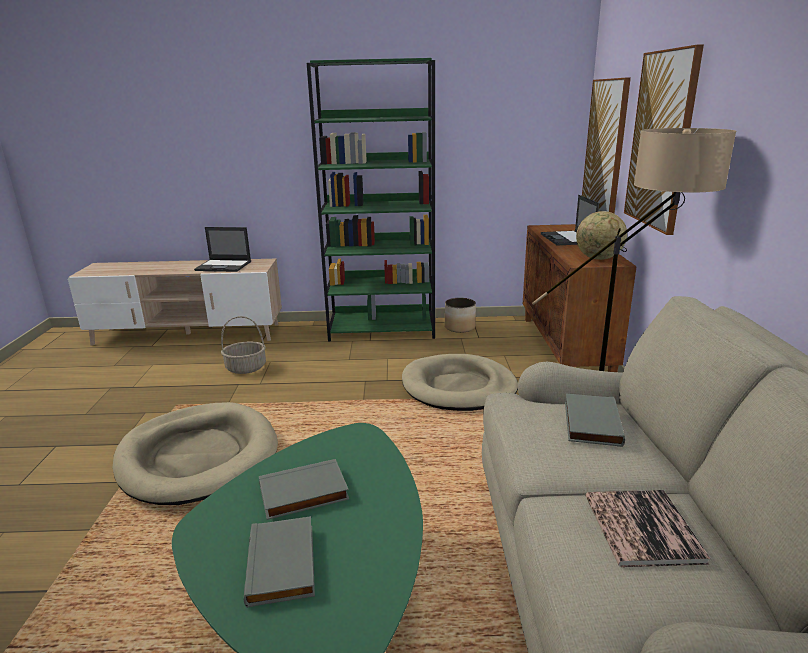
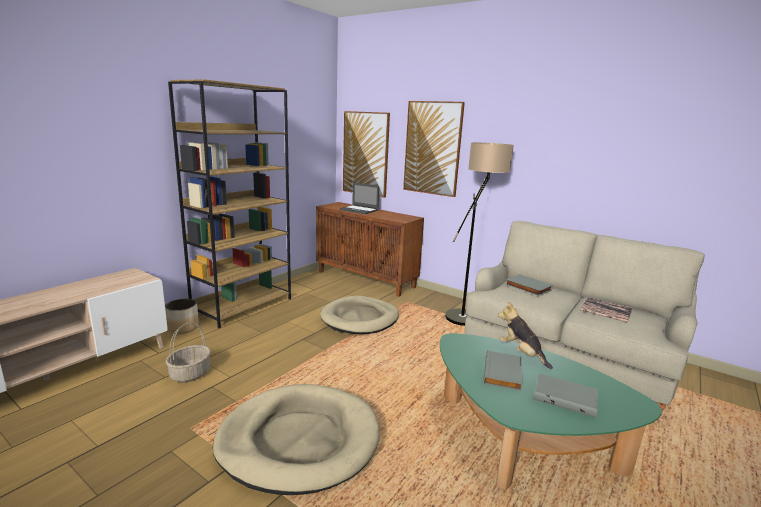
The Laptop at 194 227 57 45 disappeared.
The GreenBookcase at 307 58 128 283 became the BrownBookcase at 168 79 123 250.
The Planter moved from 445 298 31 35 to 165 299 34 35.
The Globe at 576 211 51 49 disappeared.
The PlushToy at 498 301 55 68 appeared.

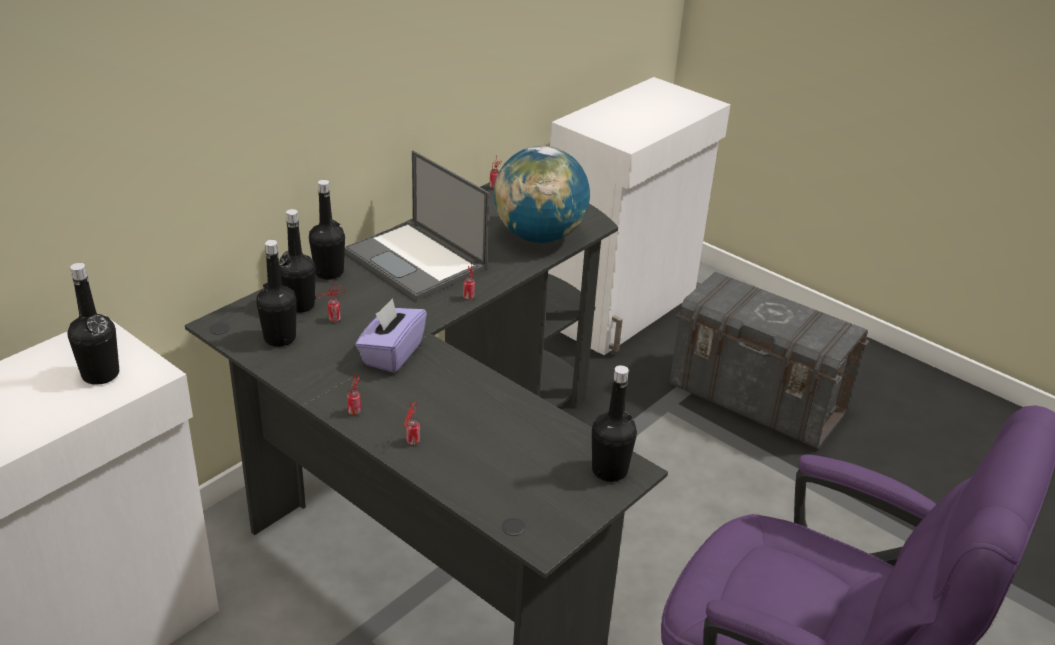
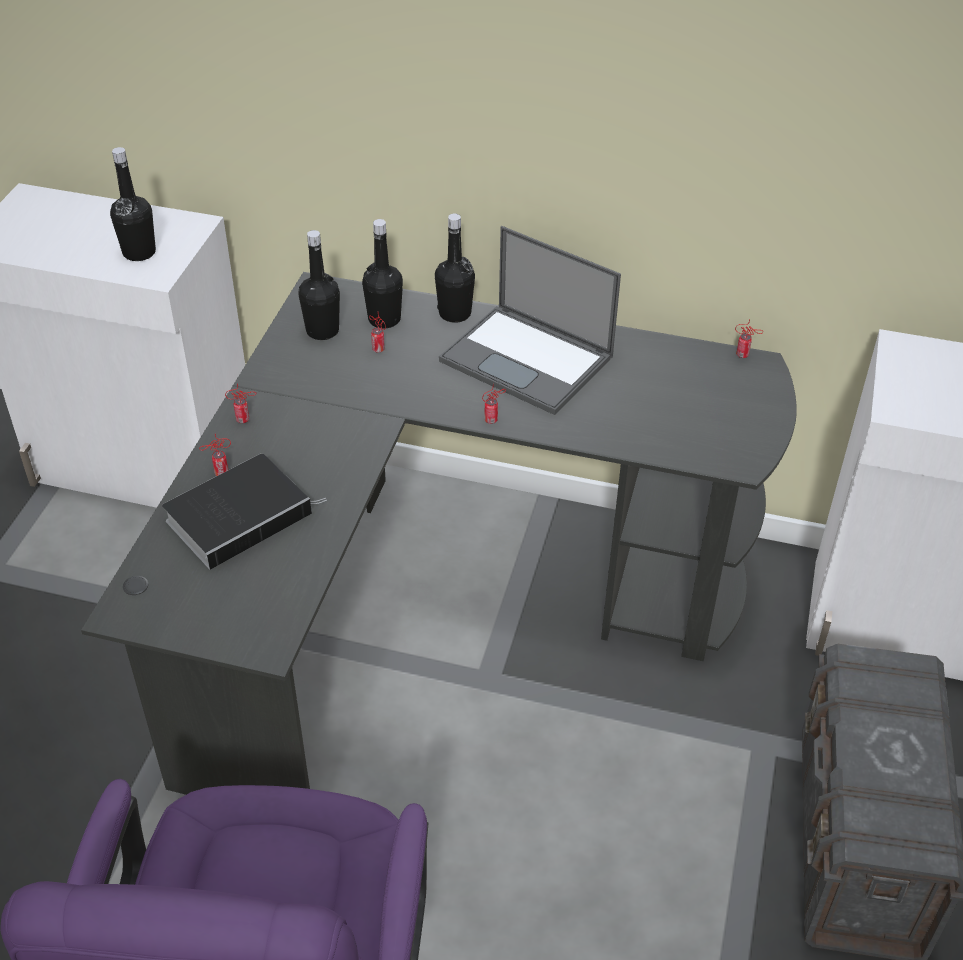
The Laptop at 345 150 144 151 turned 75 degrees counterclockwise.
The PurpleTissueBox at 356 298 71 75 disappeared.
The Globe at 494 146 96 97 disappeared.
The BlackBottle at 592 365 45 117 disappeared.
The Book at 162 454 165 116 appeared.

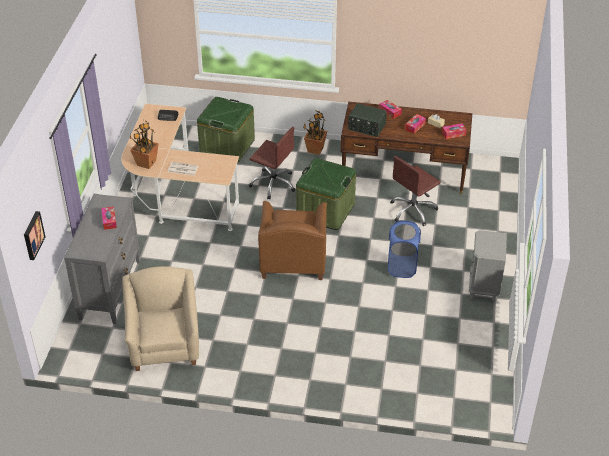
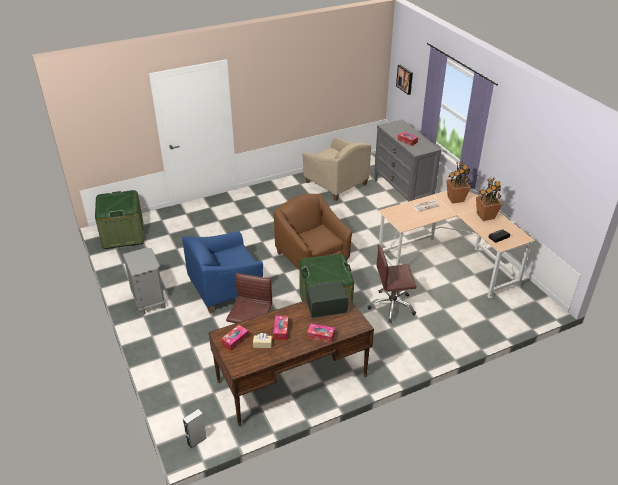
The GreenStorageBox moved from 197 97 58 66 to 95 190 49 59.
The PottedPlant moved from 303 111 24 44 to 476 177 26 44.
The BlueLaundryBasket at 388 220 33 58 was replaced by the BlueArmchair at 182 231 81 82.
The GreySpeaker at 183 409 24 40 appeared.

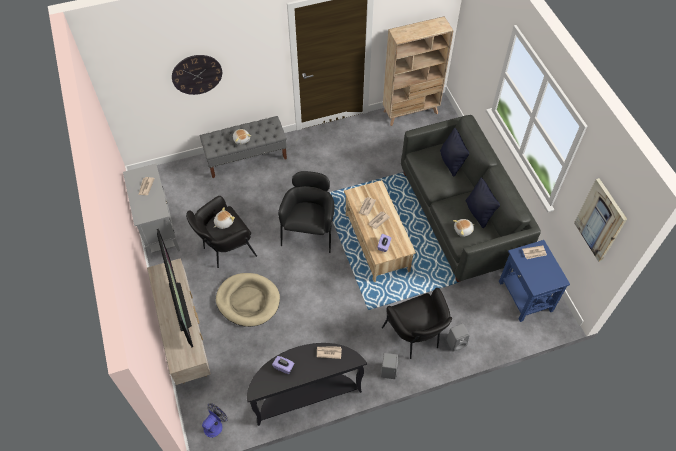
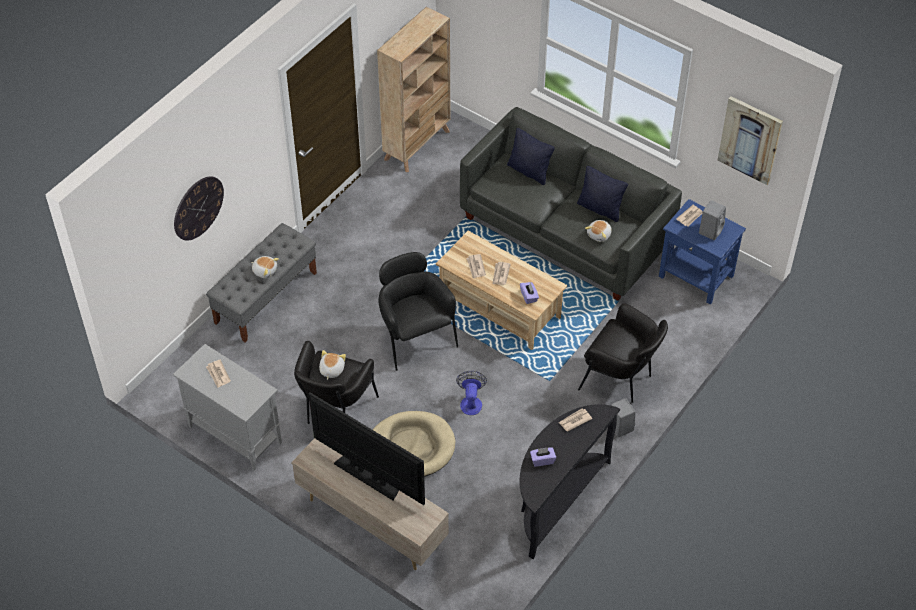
The Fan moved from 202 403 26 35 to 456 371 31 44.
The GreySpeaker moved from 446 324 24 28 to 699 200 27 40.

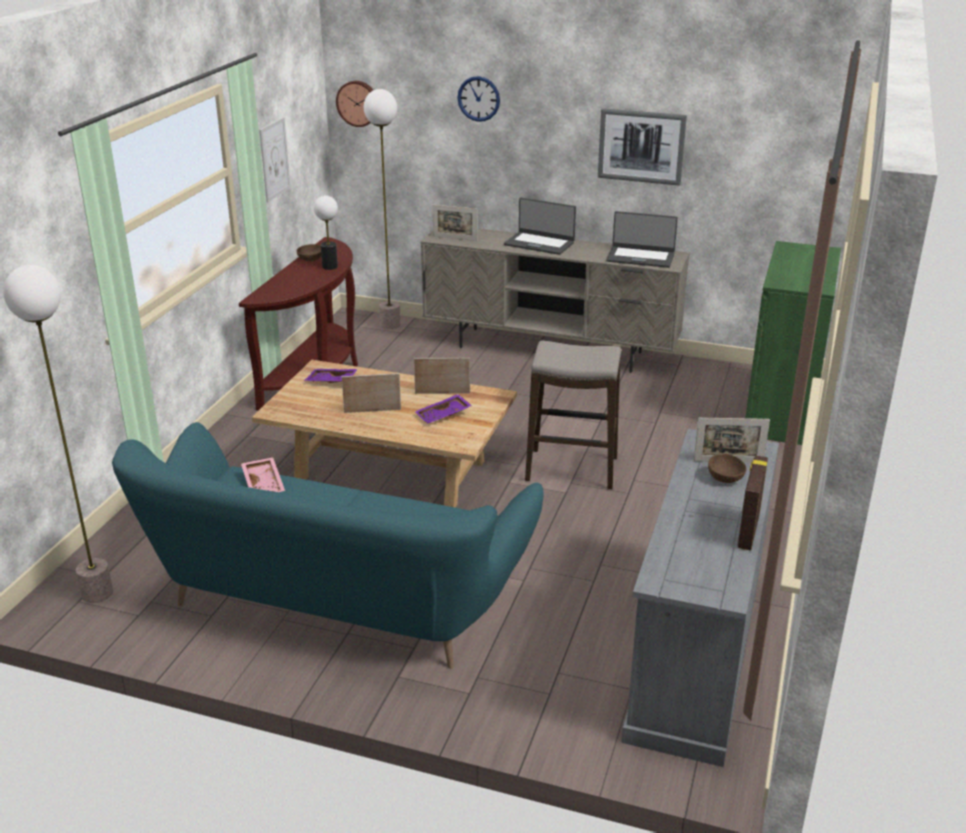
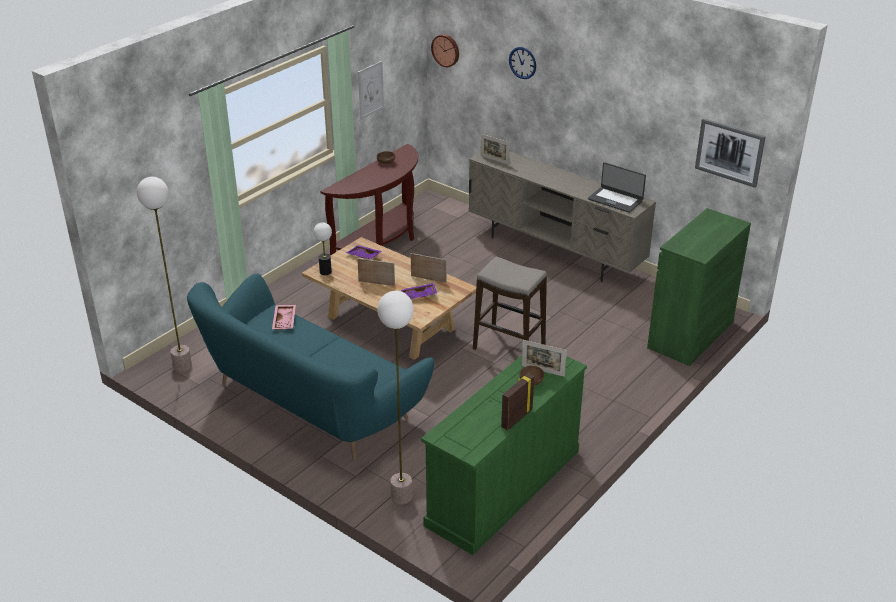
The TableLamp moved from 314 195 24 75 to 313 222 19 53.
The FloorLamp moved from 364 89 36 240 to 377 291 37 213.
The Laptop at 504 198 72 57 disappeared.
The Picture moved from 598 108 89 78 to 695 118 71 70.
The GreyDresser at 621 429 158 338 became the GreenDresser at 421 355 166 200.

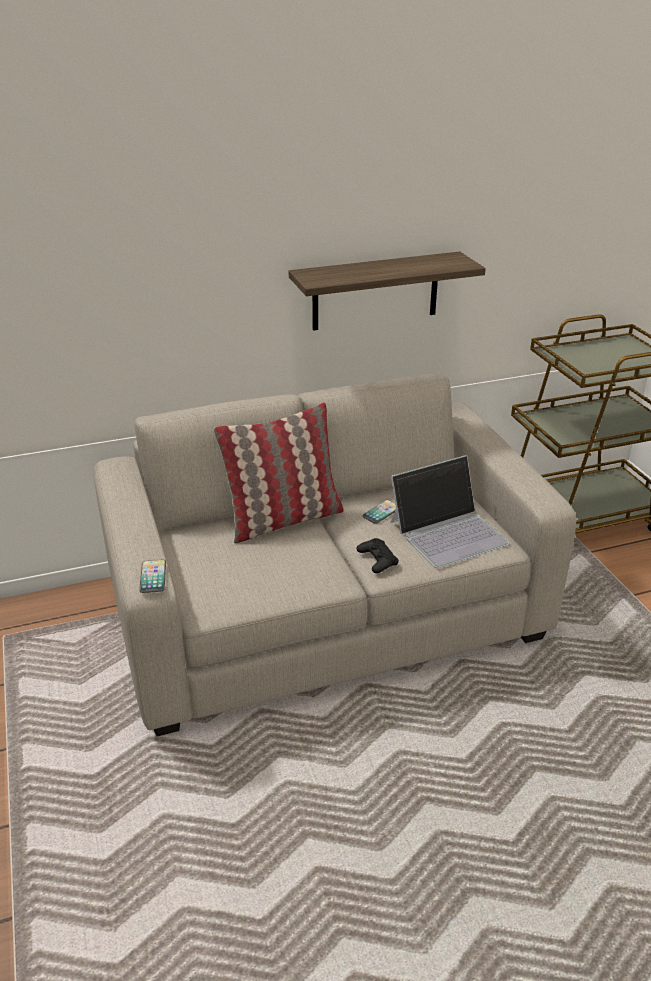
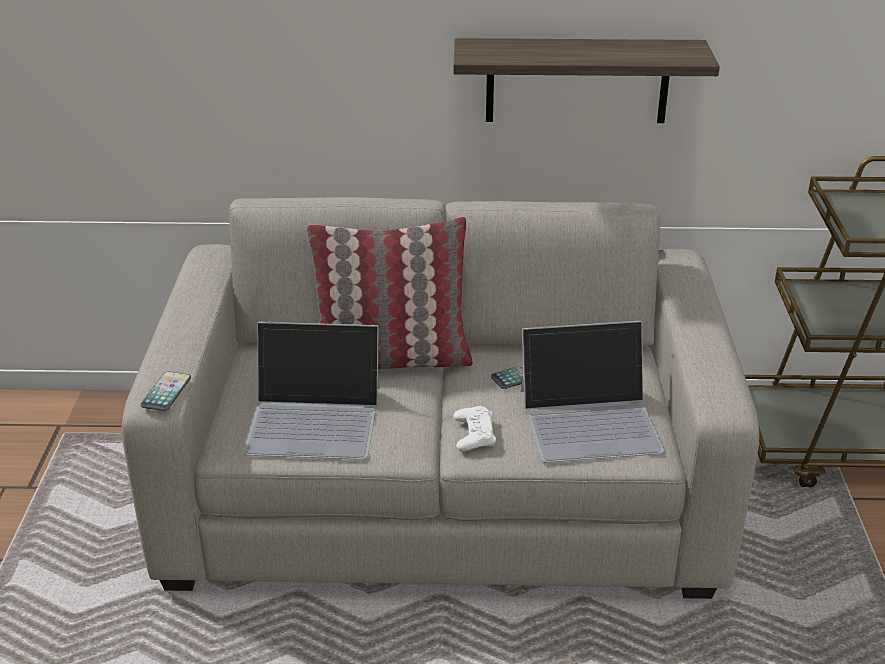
The BlackGameController at 357 538 42 35 became the WhiteGameController at 453 406 43 45.
The Laptop at 243 322 137 138 appeared.

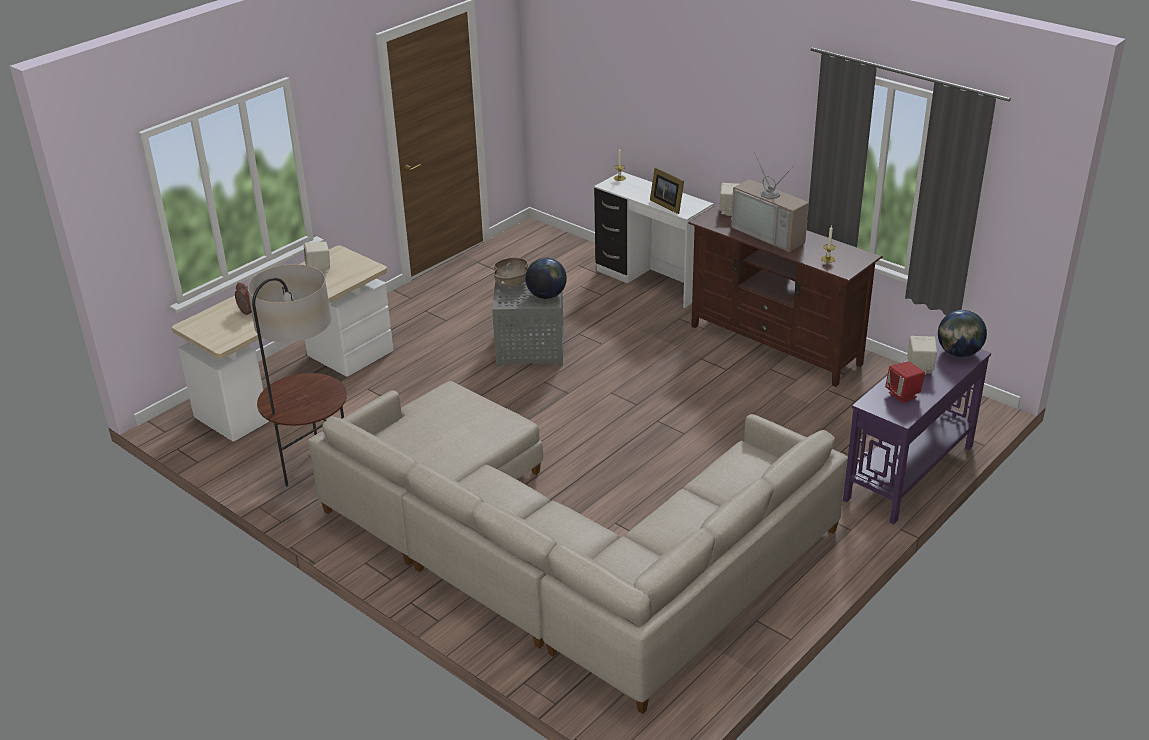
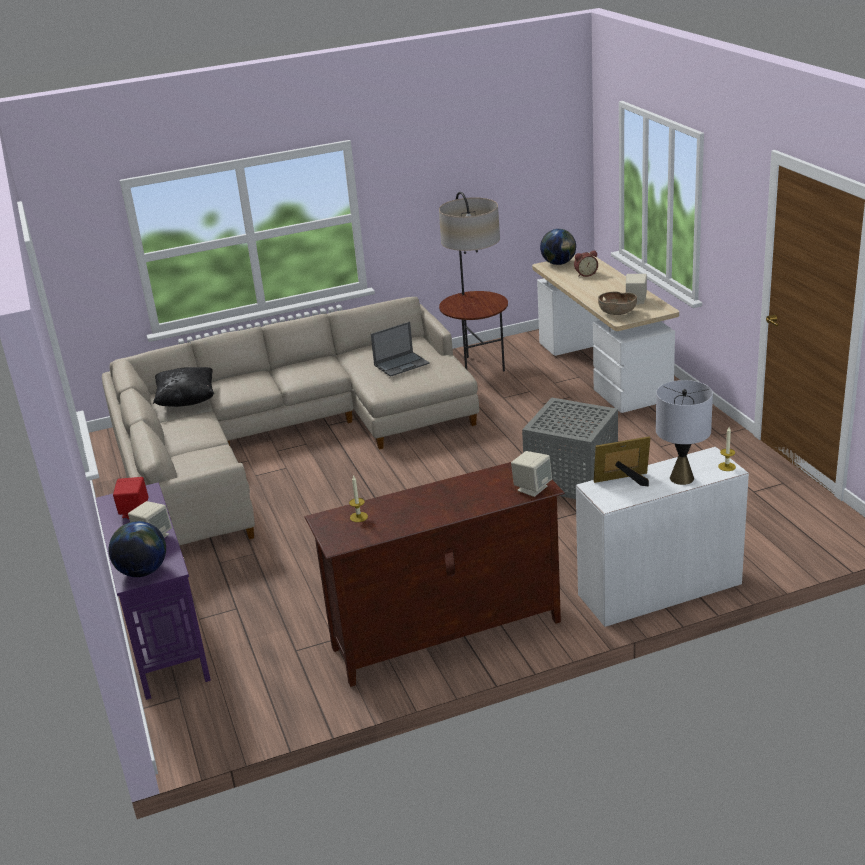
The BrownBowl moved from 494 257 34 30 to 598 292 39 23.
The Globe moved from 525 258 42 41 to 540 229 36 36.
The Television at 731 152 78 100 disappeared.
The BlackPillow at 153 367 61 40 appeared.
The Laptop at 371 322 58 55 appeared.
The GreyTableLamp at 656 380 57 105 appeared.

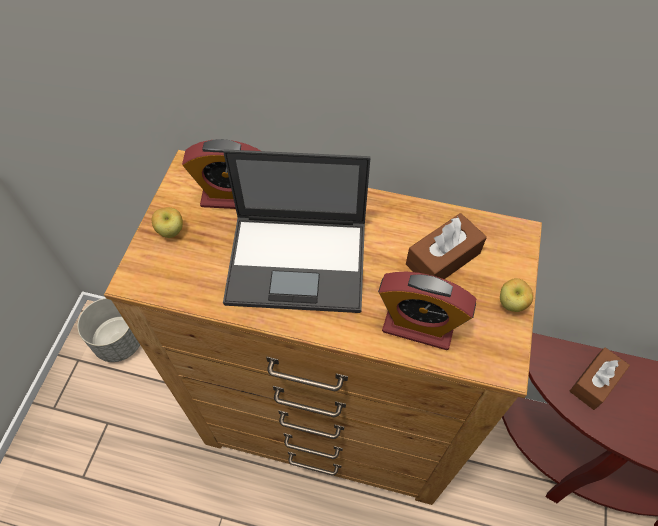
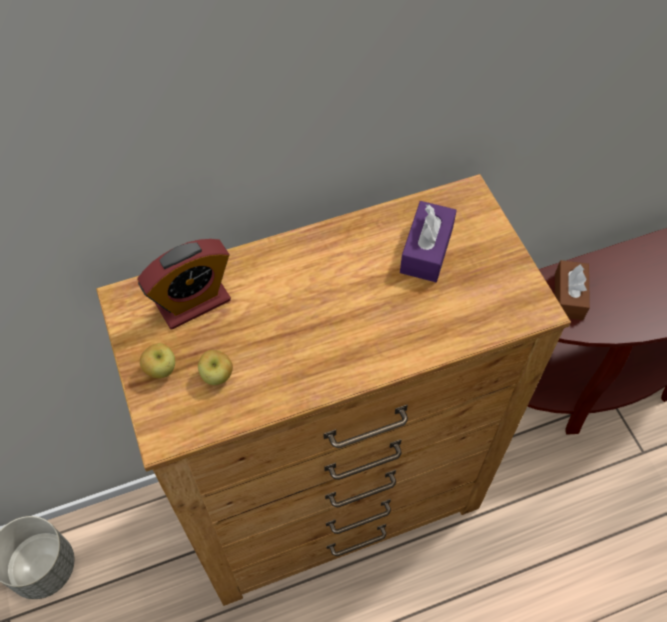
The Laptop at 223 149 148 164 disappeared.
The AlarmClock at 378 272 98 78 disappeared.
The BrownTissueBox at 406 213 81 66 became the PurpleTissueBox at 400 201 57 81.
The Apple moved from 500 278 33 34 to 198 350 35 35.

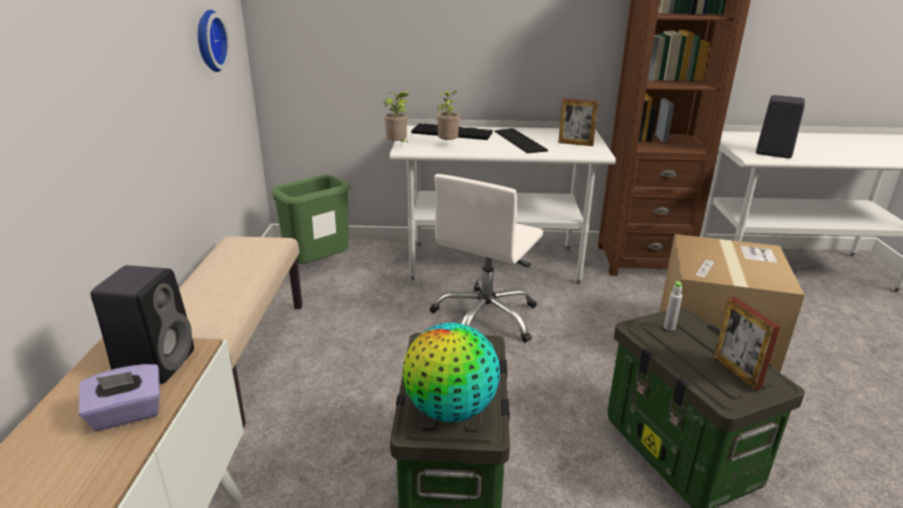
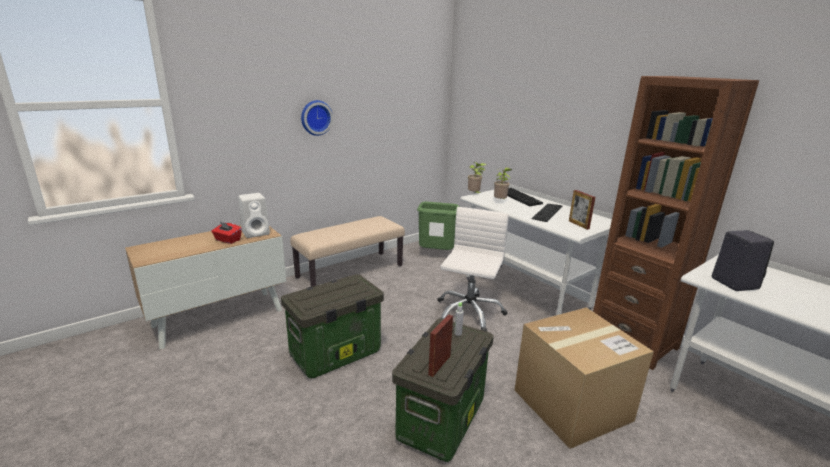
The PurpleTissueBox at 79 364 81 67 became the RedTissueBox at 212 221 30 23.
The BlackSpeaker at 90 265 104 119 became the WhiteSpeaker at 238 193 32 45.
The WallClock moved from 198 10 32 62 to 301 100 32 36.
The Globe at 403 323 97 99 disappeared.
The WhiteOfficeChair at 430 174 113 169 turned 120 degrees clockwise.

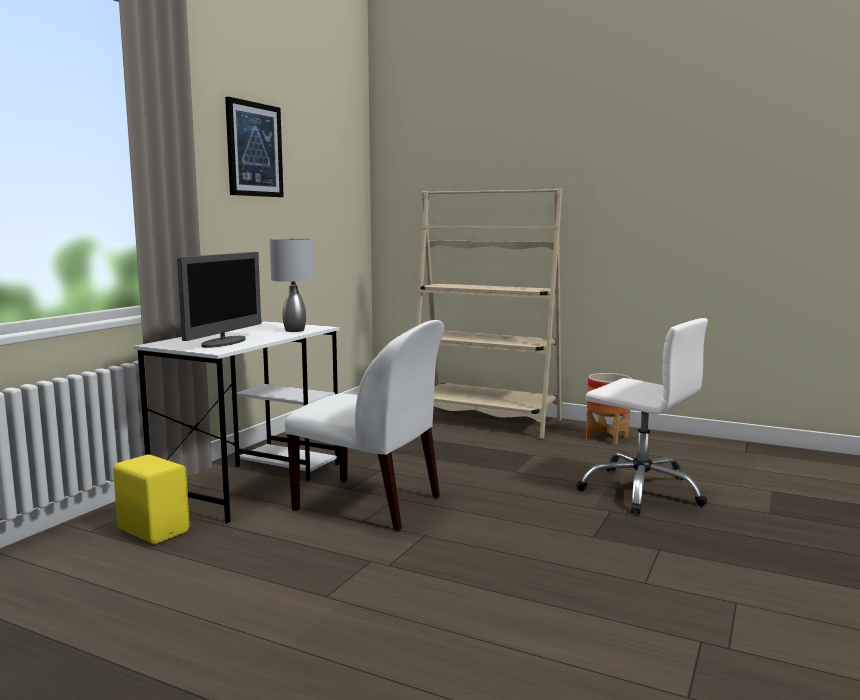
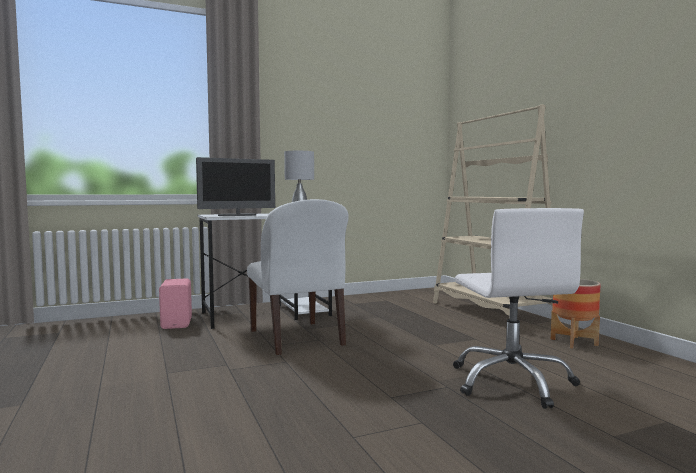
The YellowSpeaker at 113 454 77 90 became the PinkSpeaker at 159 278 33 51.
The Picture at 225 97 59 100 disappeared.

